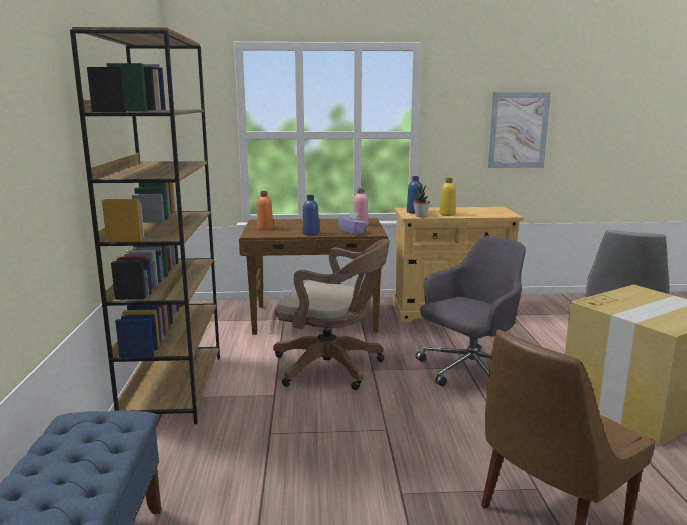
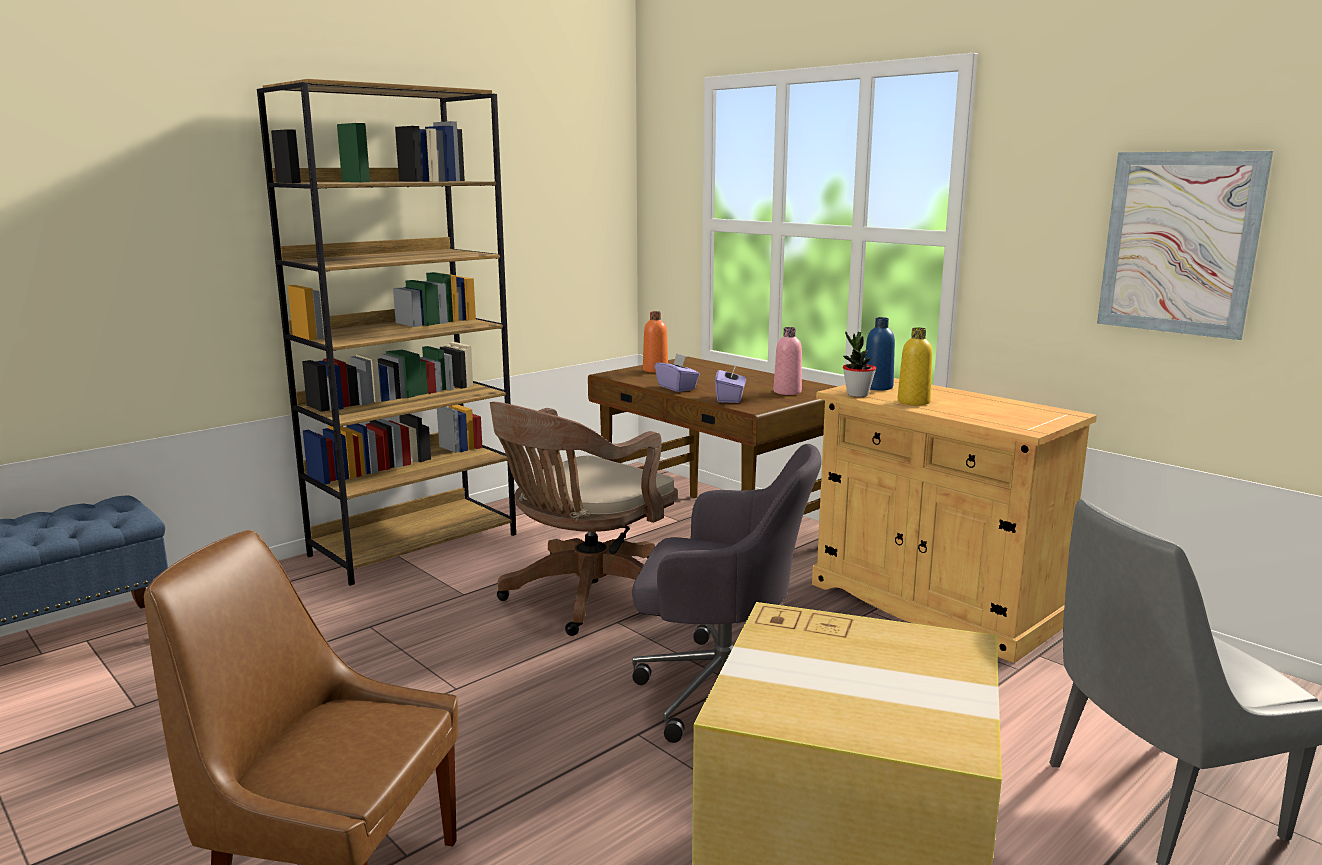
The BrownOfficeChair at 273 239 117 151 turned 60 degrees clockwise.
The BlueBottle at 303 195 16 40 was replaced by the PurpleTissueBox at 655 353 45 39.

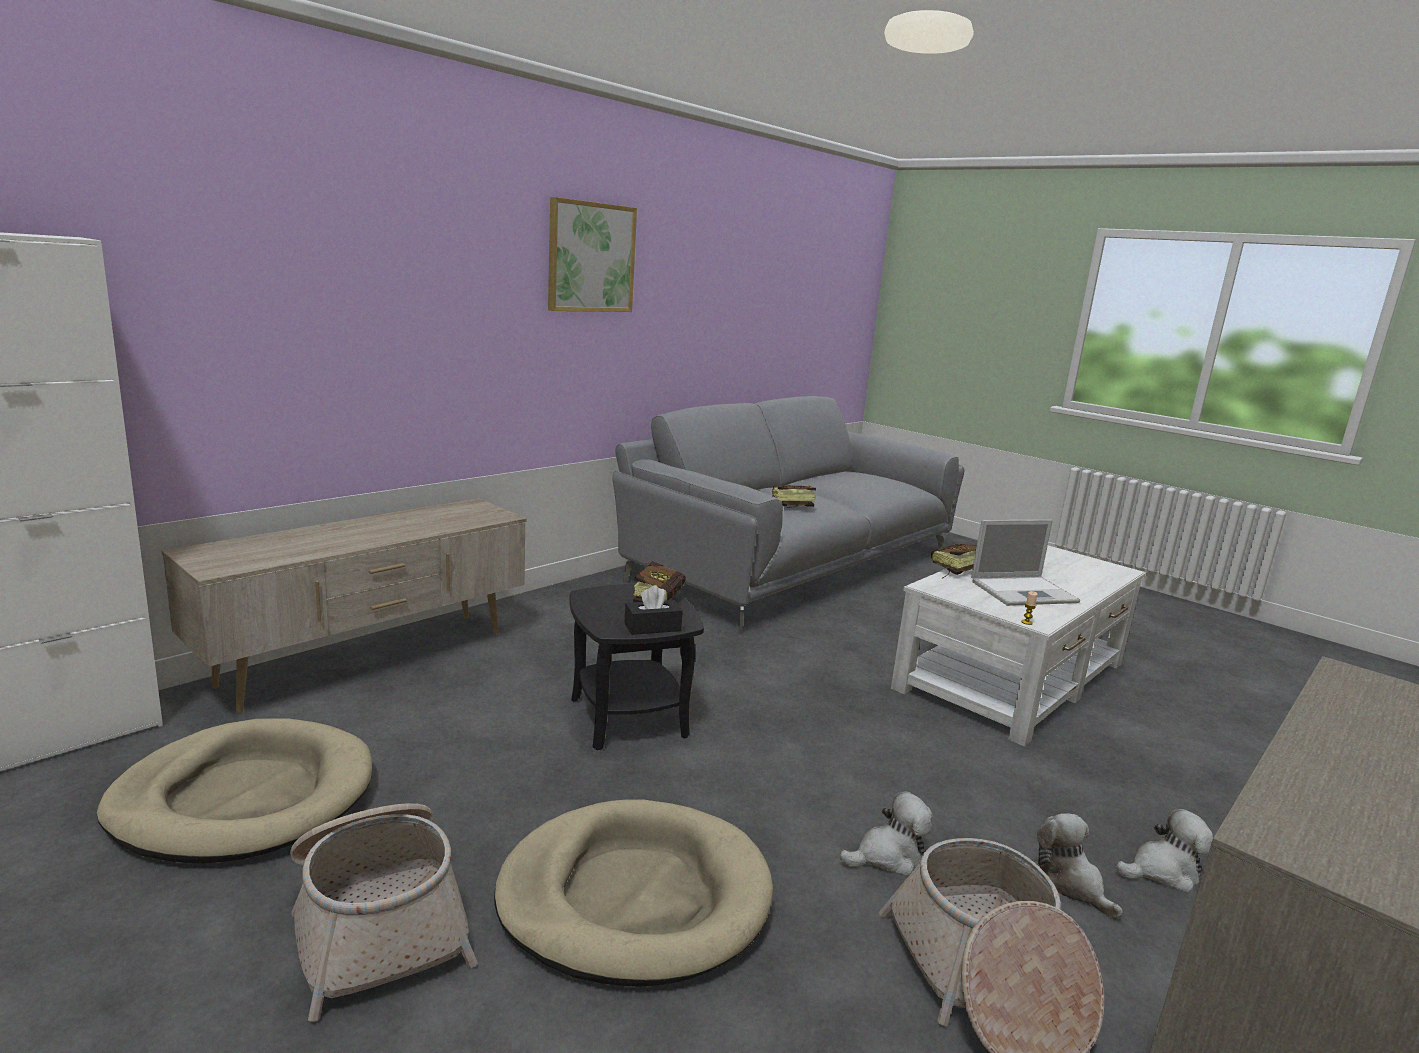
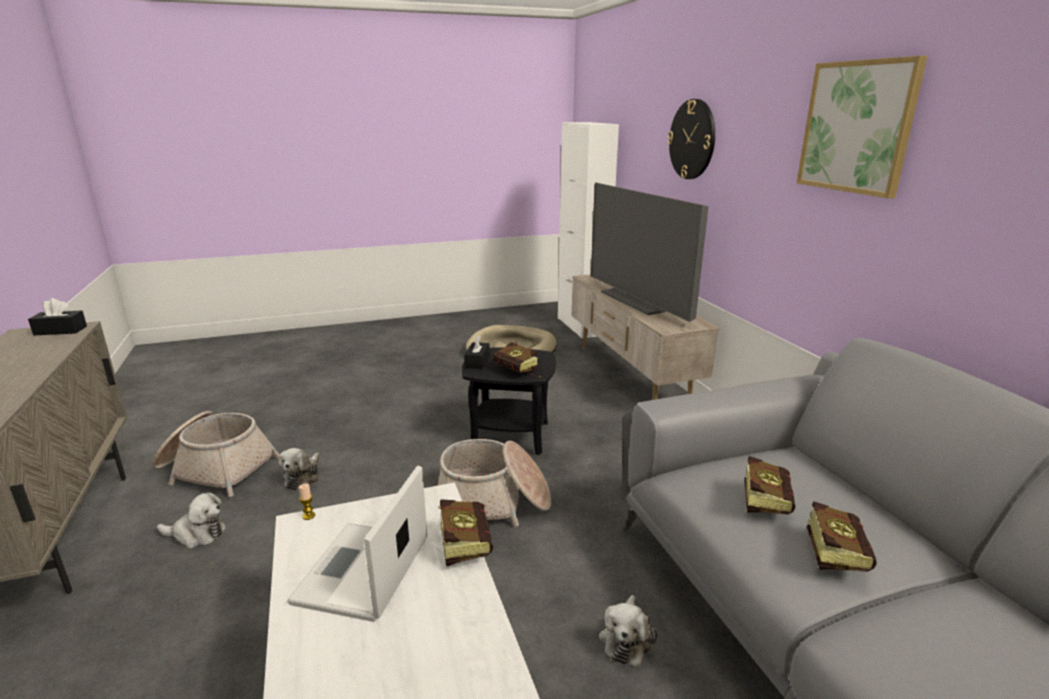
The Basket moved from 290 803 188 219 to 438 439 113 88.
The BeigeDogBed at 494 800 279 186 disappeared.
The PlushToy moved from 1116 809 97 83 to 599 595 58 72.
The BlackTissueBox at 28 298 59 37 appeared.
The Television at 591 183 118 139 appeared.
The WallClock at 667 99 48 80 appeared.
The Book at 807 501 70 71 appeared.

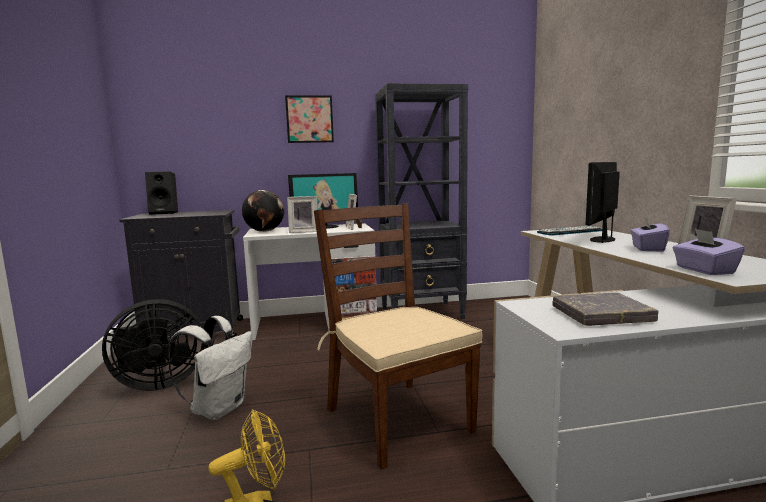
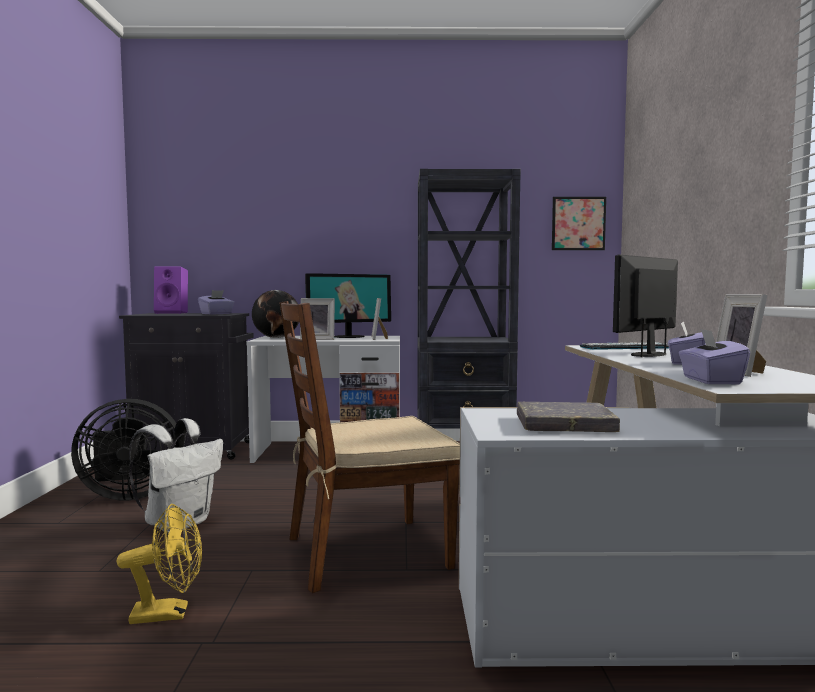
The BlackSpeaker at 145 171 33 44 became the PurpleSpeaker at 154 266 34 48.
The Picture moved from 285 95 49 48 to 552 197 54 53.
The BrownChair at 314 203 169 266 turned 90 degrees counterclockwise.
The PurpleTissueBox at 198 290 36 25 appeared.

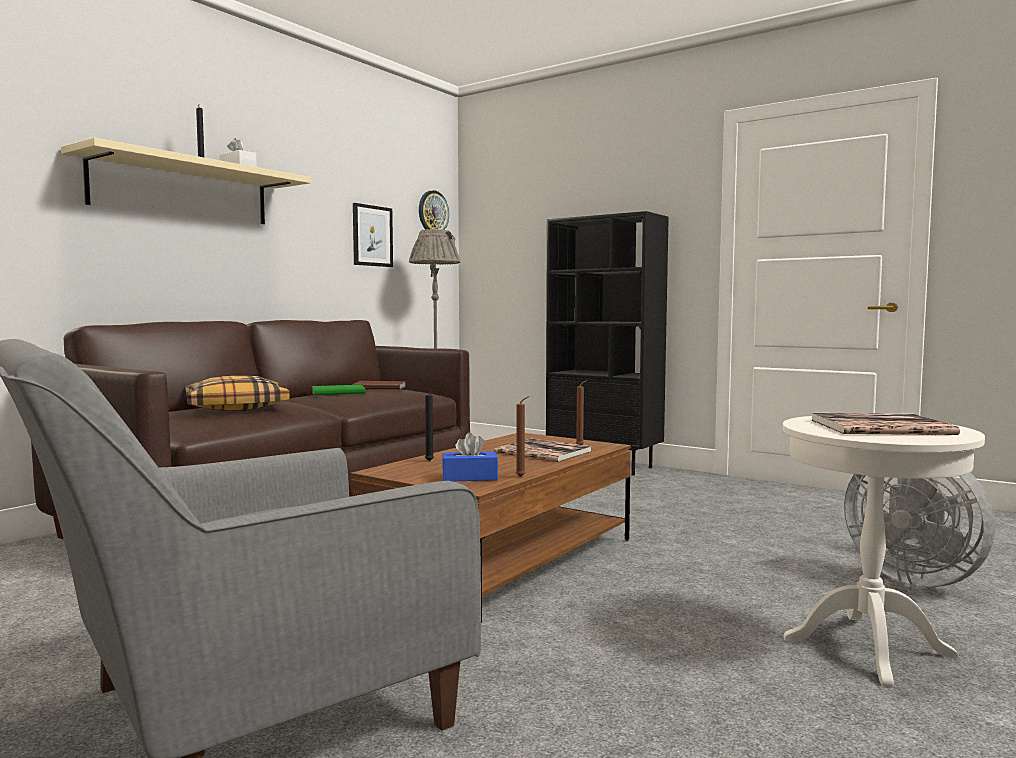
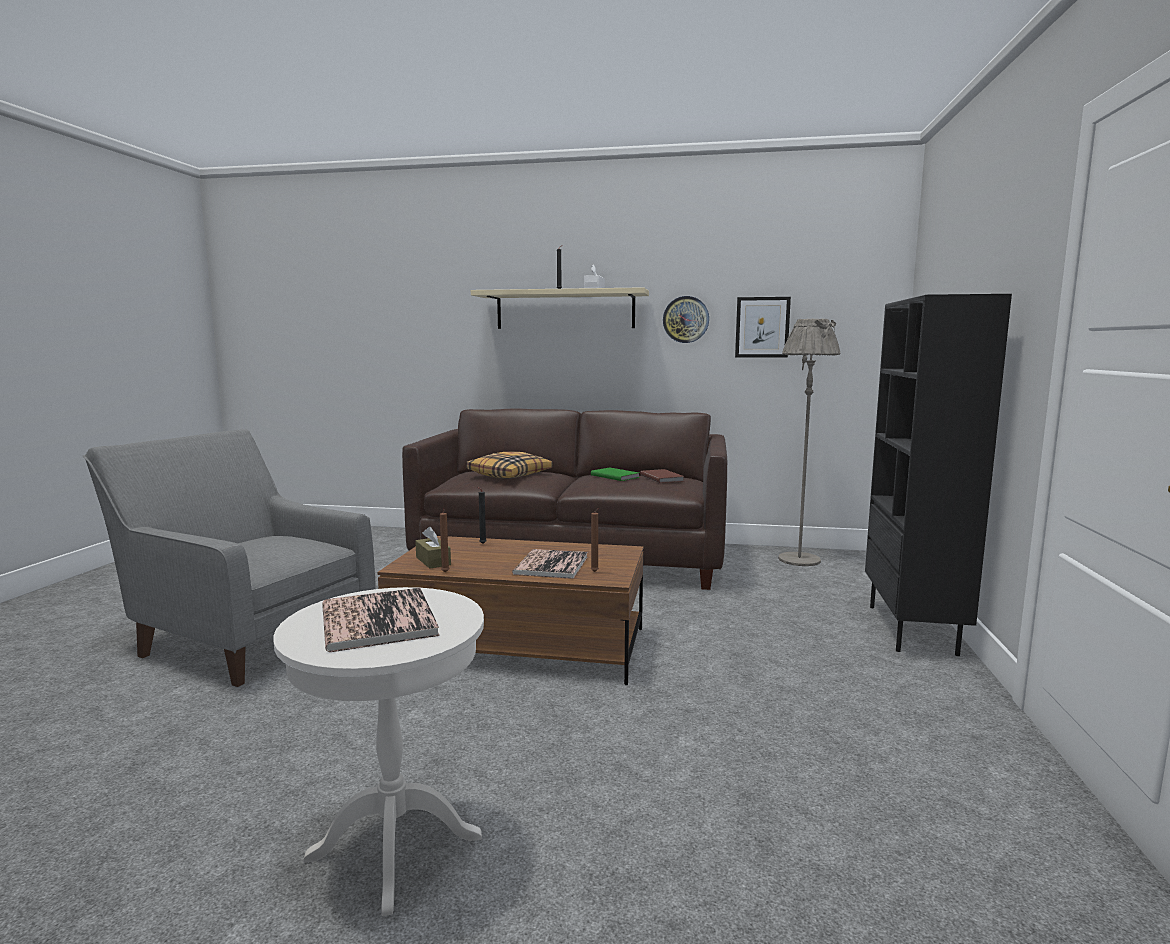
The WallClock moved from 419 190 30 40 to 663 296 46 47.
The BlueTissueBox at 442 432 56 49 became the BrownTissueBox at 415 527 36 42.
The GreyFan at 844 472 151 115 disappeared.

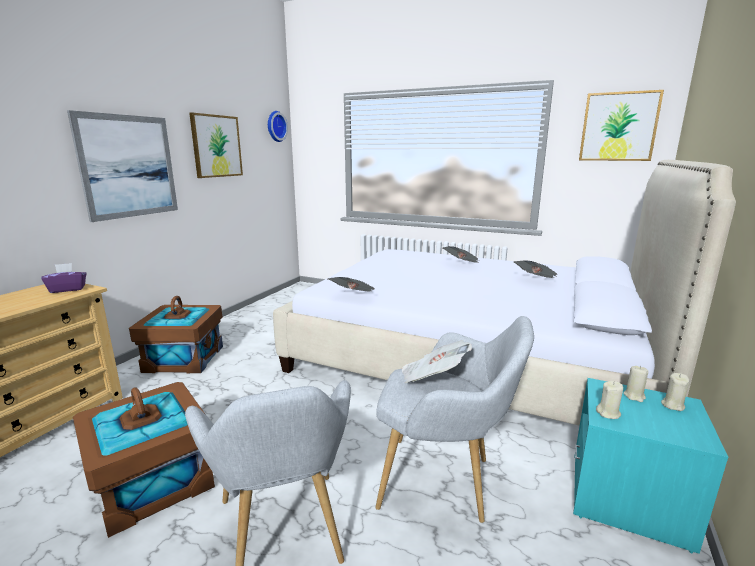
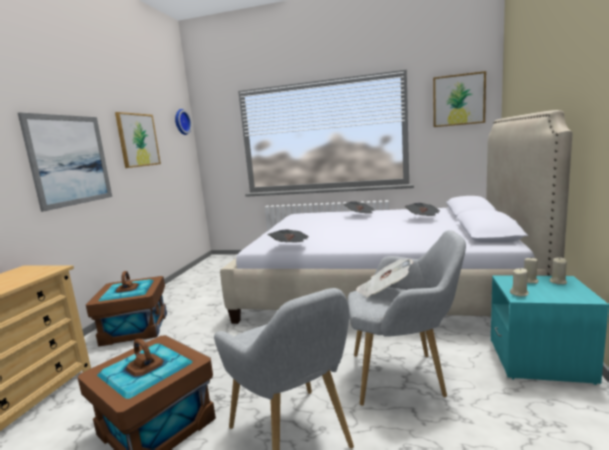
The PurpleTissueBox at 41 263 46 30 disappeared.

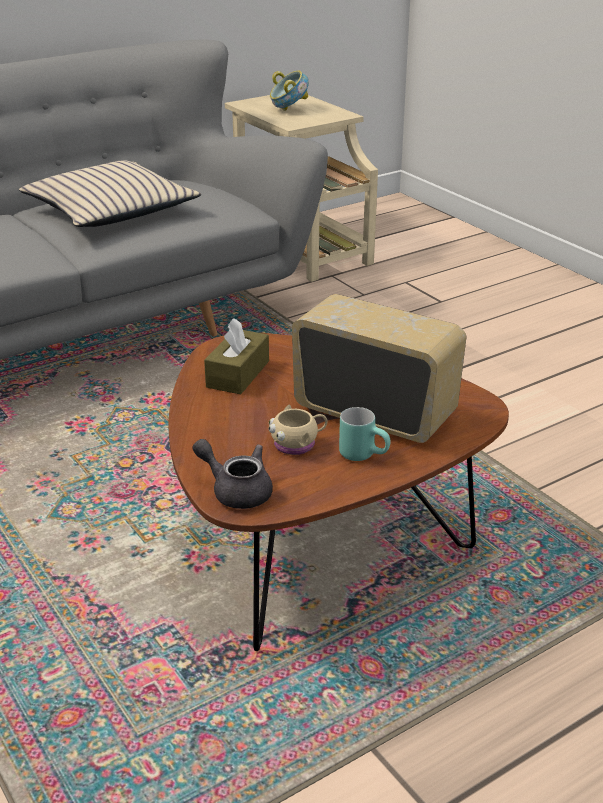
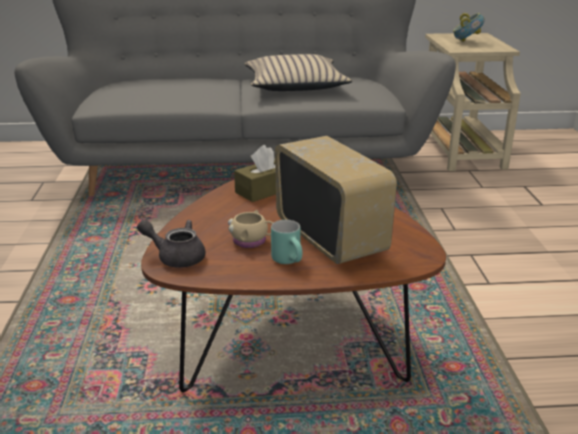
The GreyTeapot at 192 439 81 70 turned 45 degrees counterclockwise.

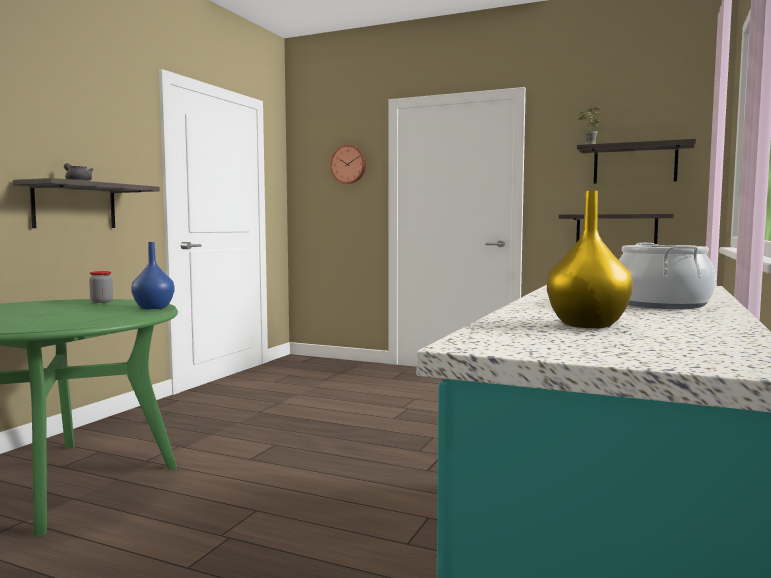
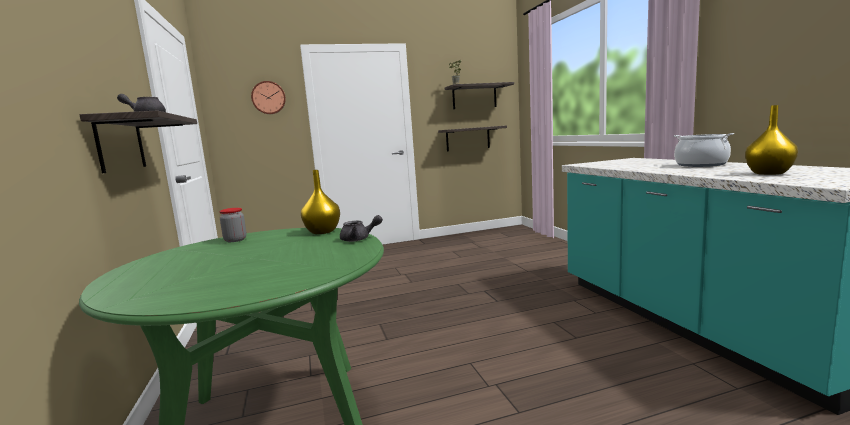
The BlueVase at 131 242 44 67 became the YellowVase at 301 170 39 64.
The GreyTeapot at 340 215 43 27 appeared.

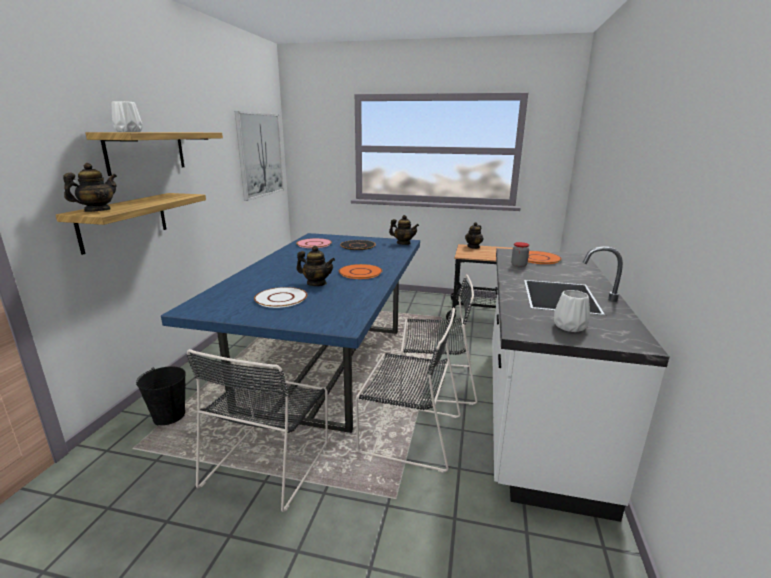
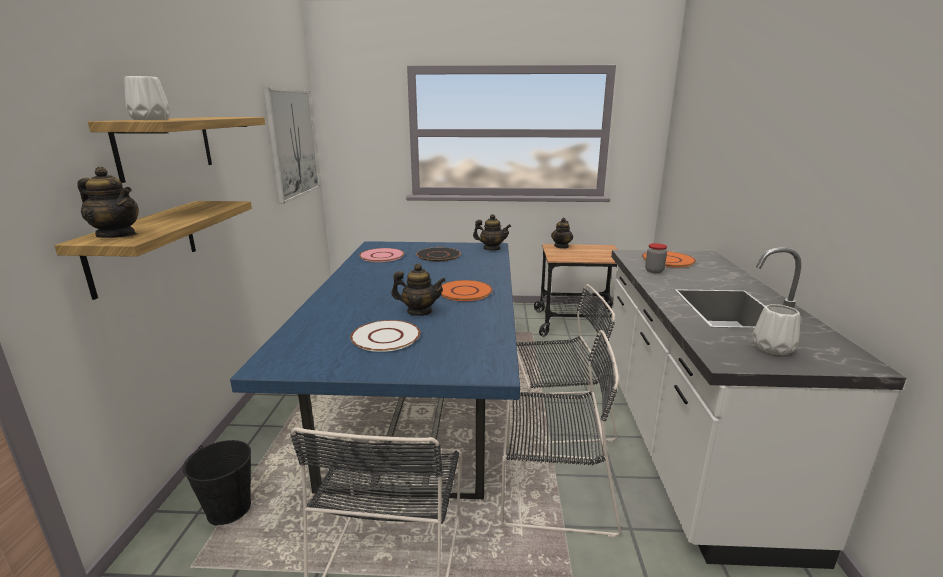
The Teapot at 63 163 54 49 turned 90 degrees clockwise.

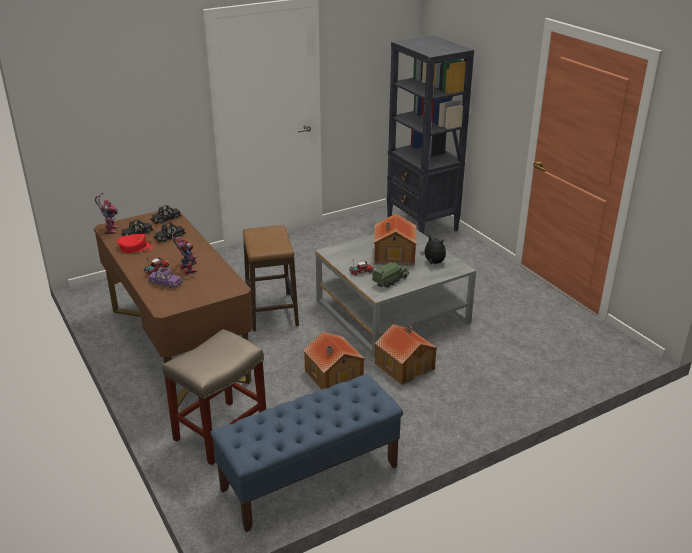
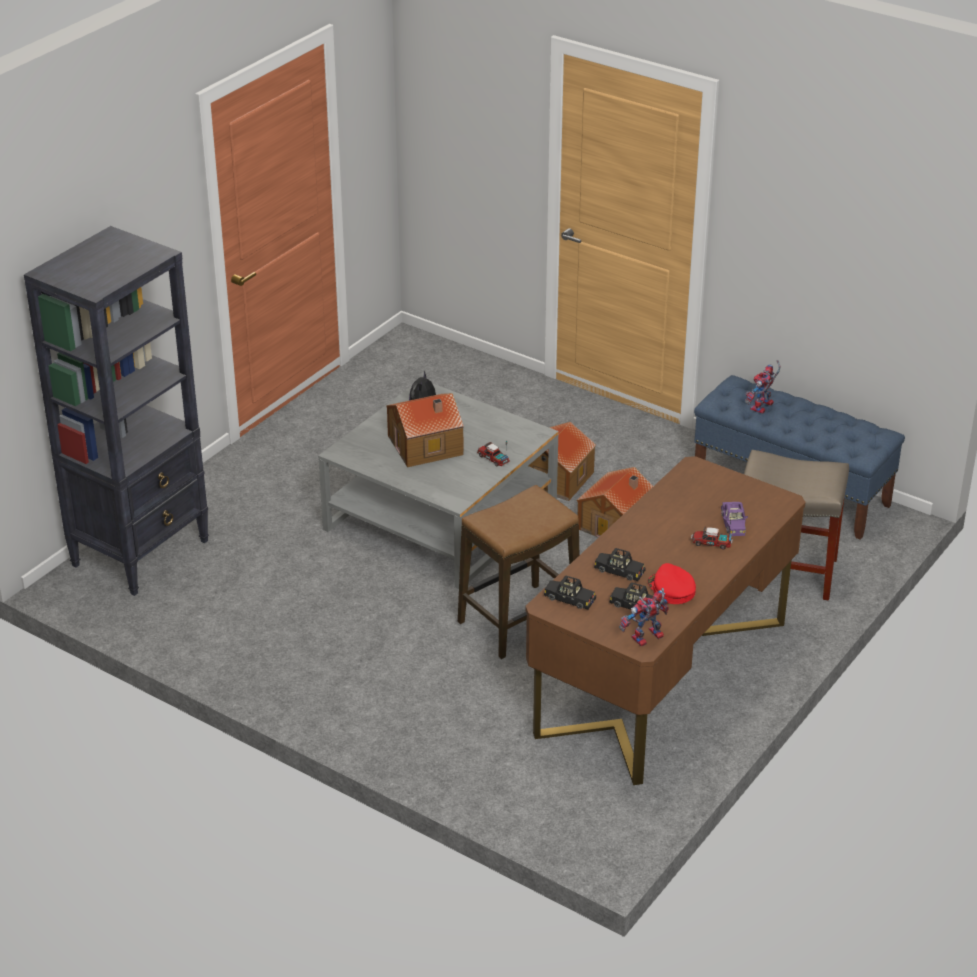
The ToyRobot moved from 172 230 26 45 to 745 360 36 54.
The ToyTruck at 372 262 37 26 disappeared.

